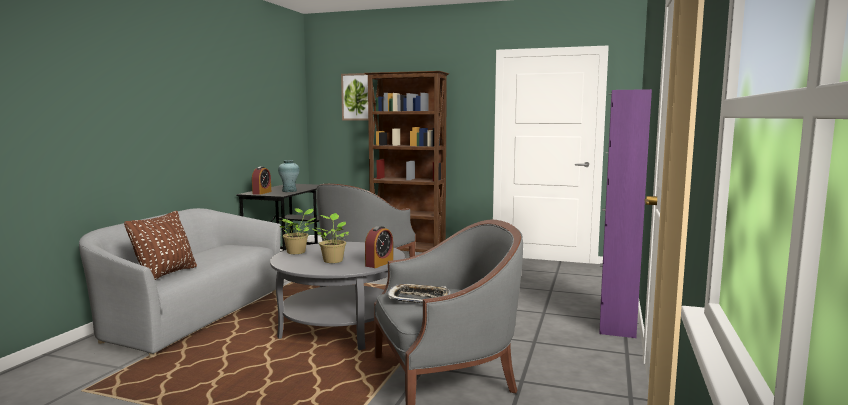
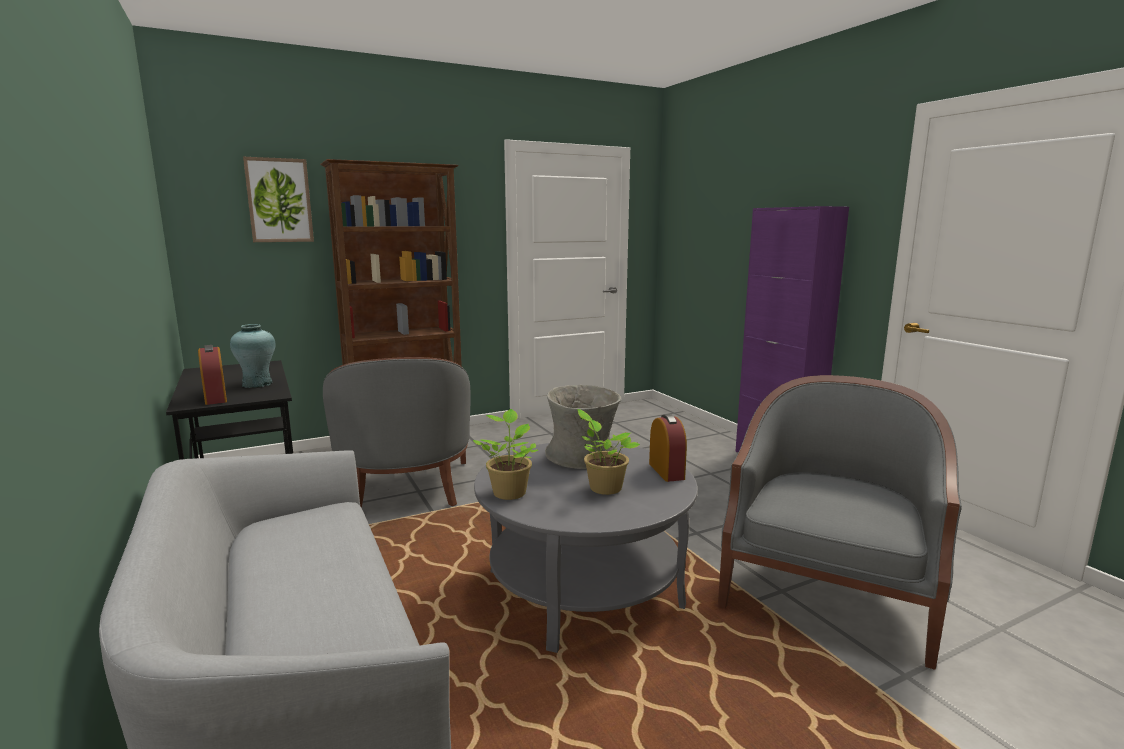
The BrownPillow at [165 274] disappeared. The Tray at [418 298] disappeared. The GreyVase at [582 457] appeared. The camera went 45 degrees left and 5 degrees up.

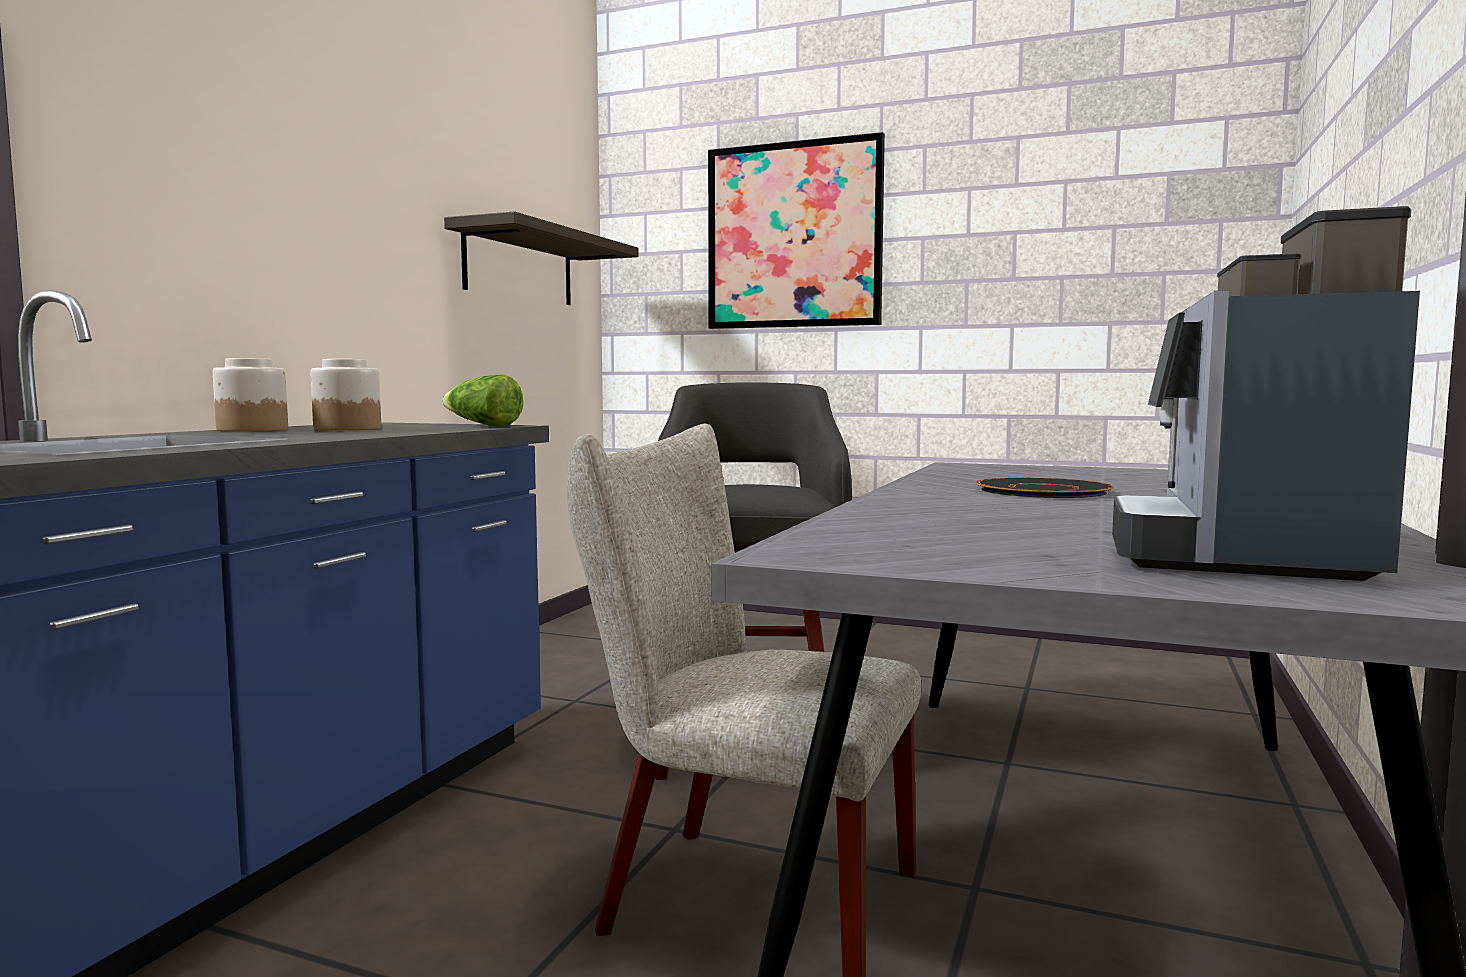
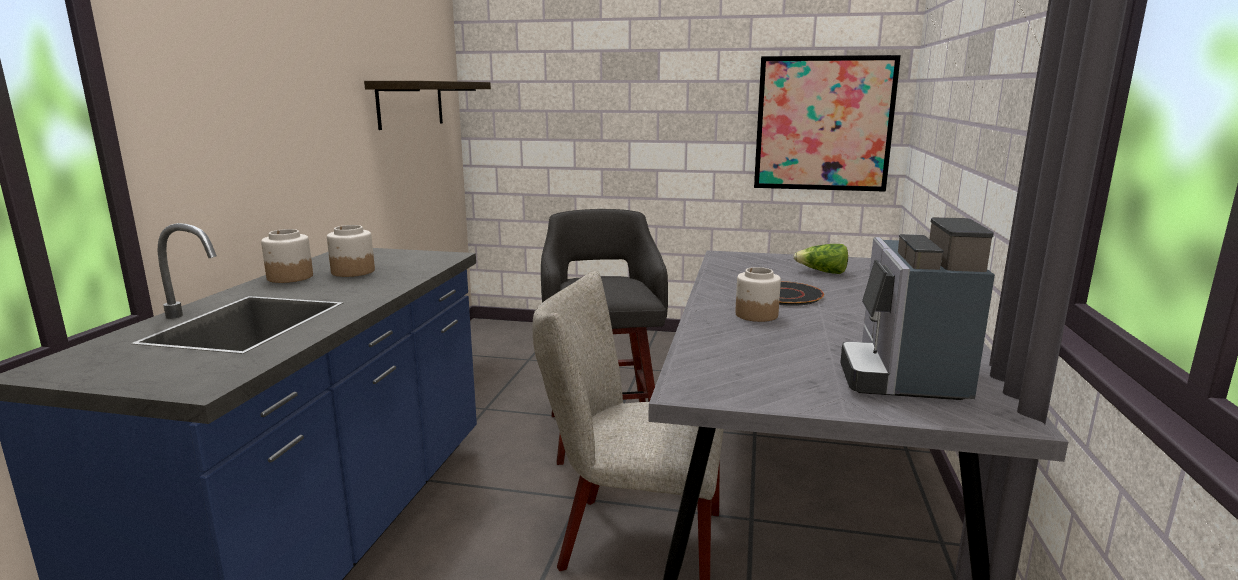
The Lettuce moved from [482 426] to [822 272]. The Picture moved from [794 236] to [823 124]. The Jar at [756 315] appeared. The camera went 10 degrees left and 10 degrees up.

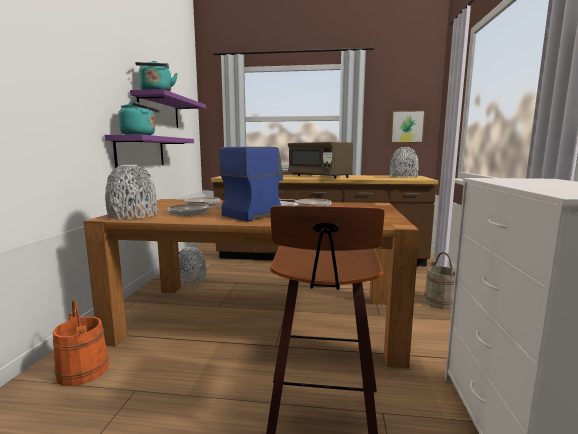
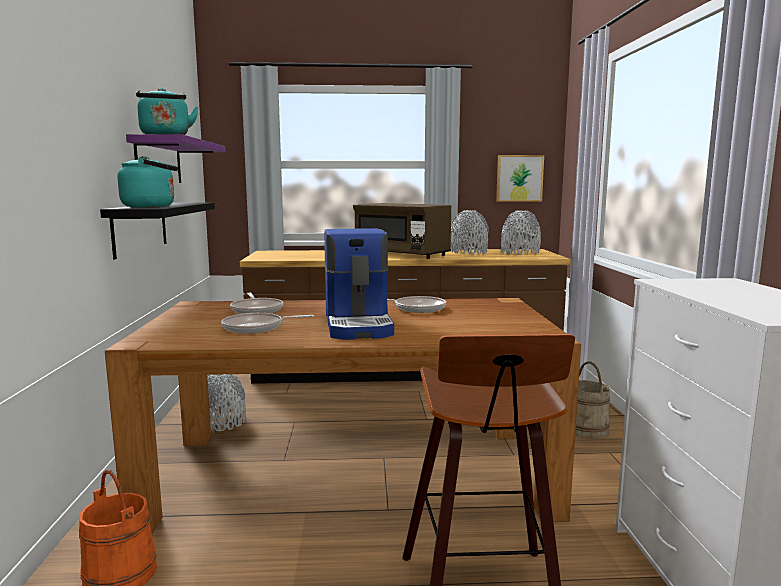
The PurpleShelf at [140 152] became the BlackShelf at [140 228]. The GreyVase moved from [133 215] to [468 252]. The CoffeeMachine at [262 213] turned 135 degrees clockwise. The camera went 10 degrees left and 0 degrees up.

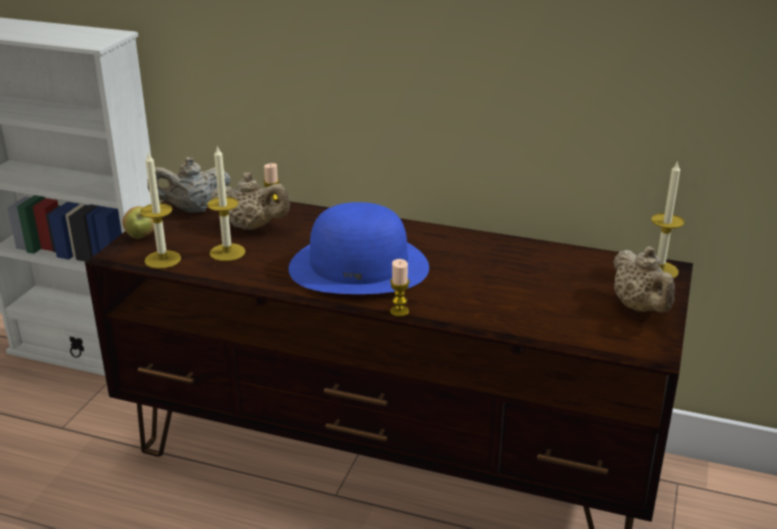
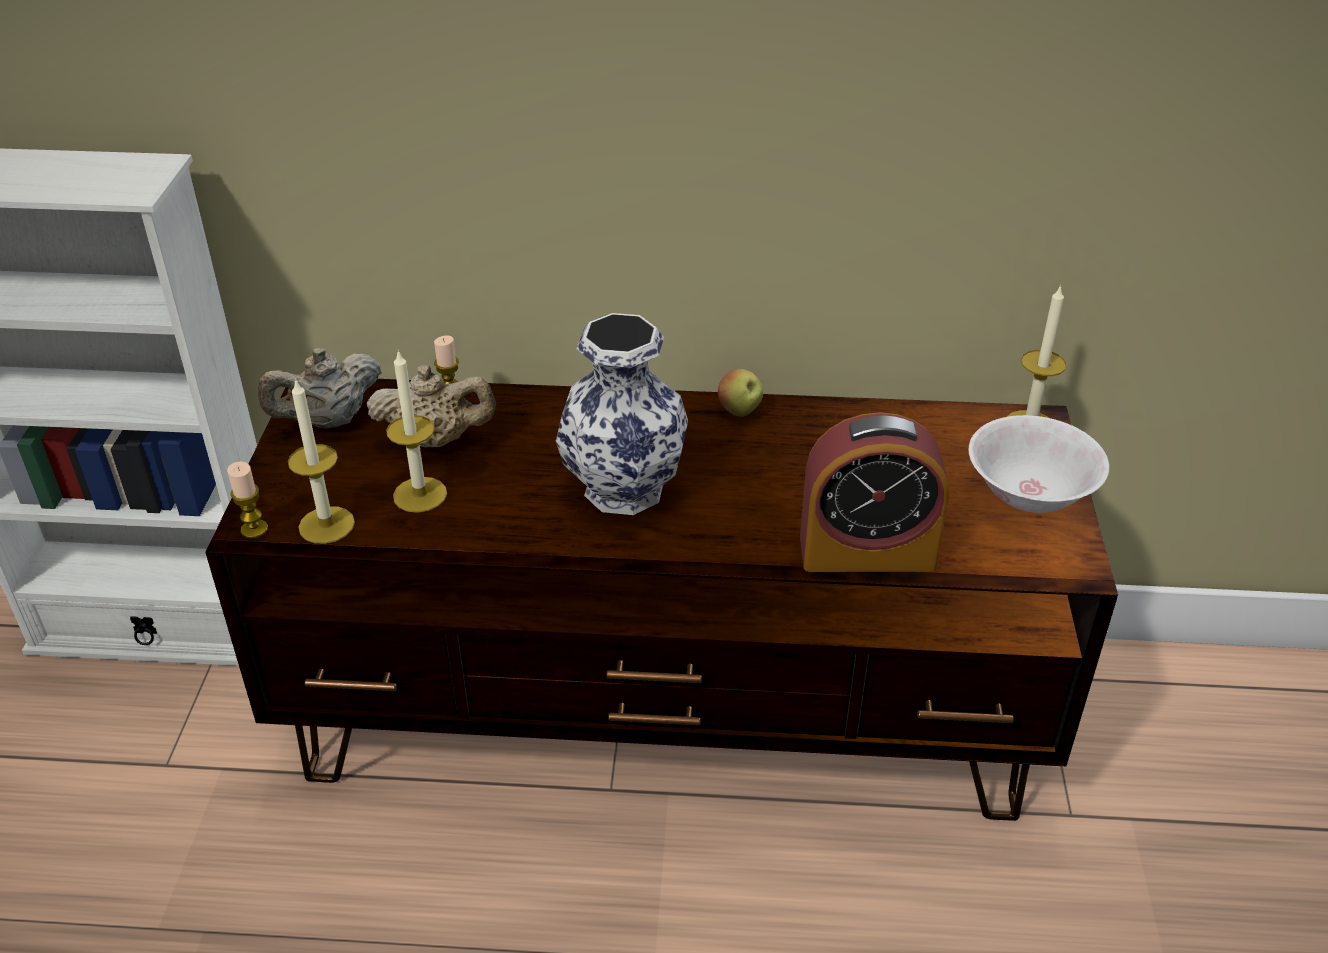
The Apple moved from [141 236] to [740 411]. The BlueHat at [359 266] was replaced by the Vase at [625 488]. The Candle moved from [399 311] to [254 529]. The BeigeTeapot at [640 308] was replaced by the WhiteBowl at [1030 495]. The AlarmClock at [867 552] appeared. The camera went 15 degrees left and 10 degrees up.

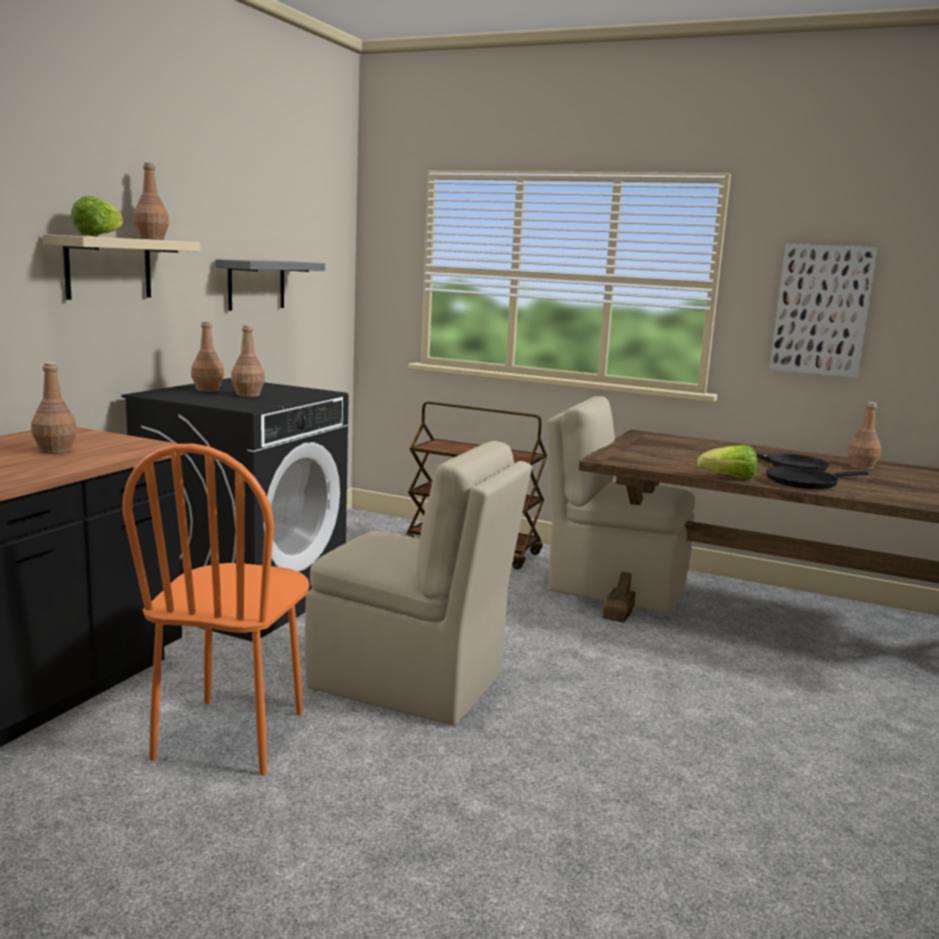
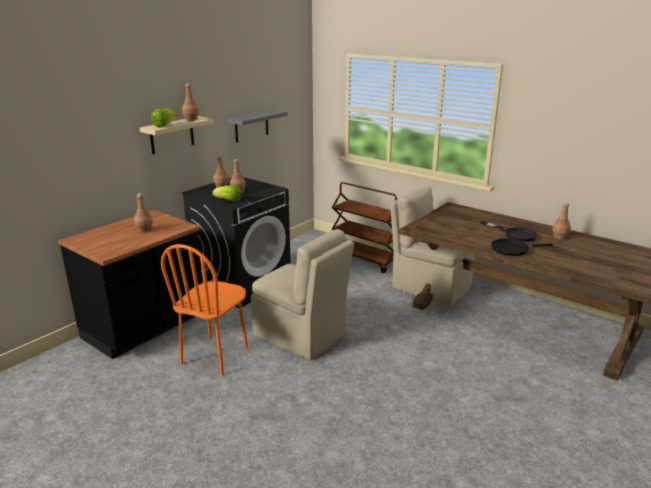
The Lettuce moved from [728 478] to [228 201]. The Picture at [821 310] disappeared. The camera went 15 degrees right and 10 degrees up.

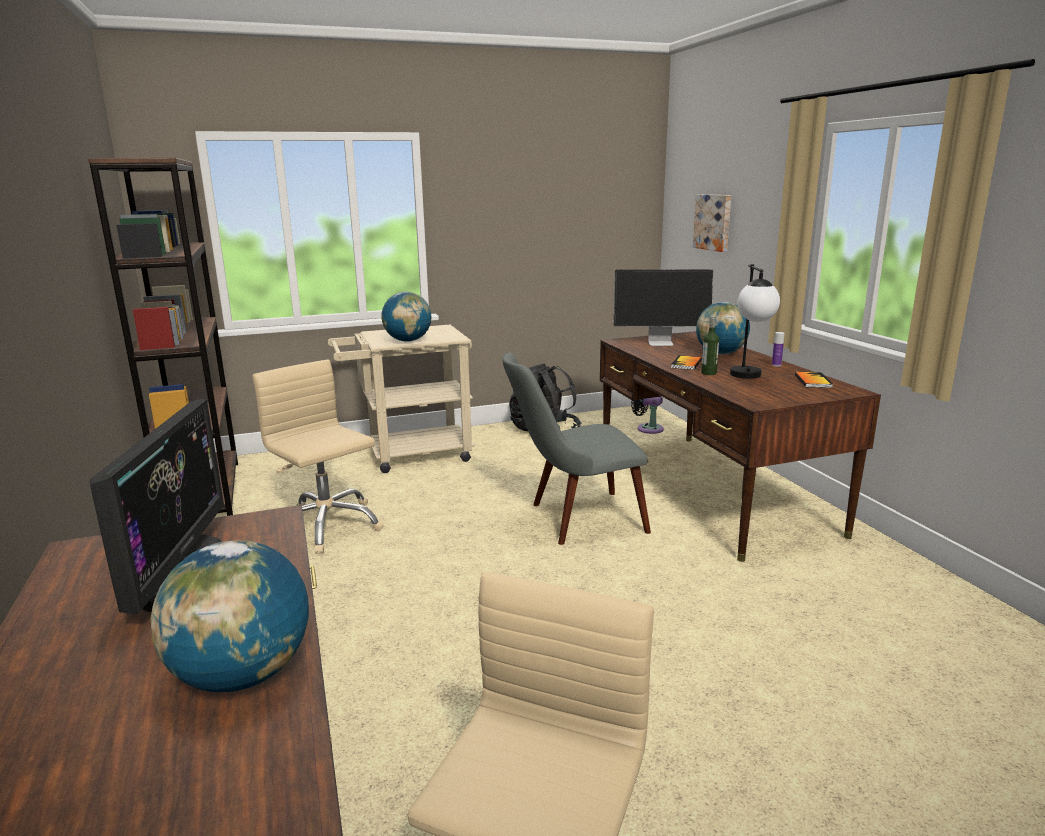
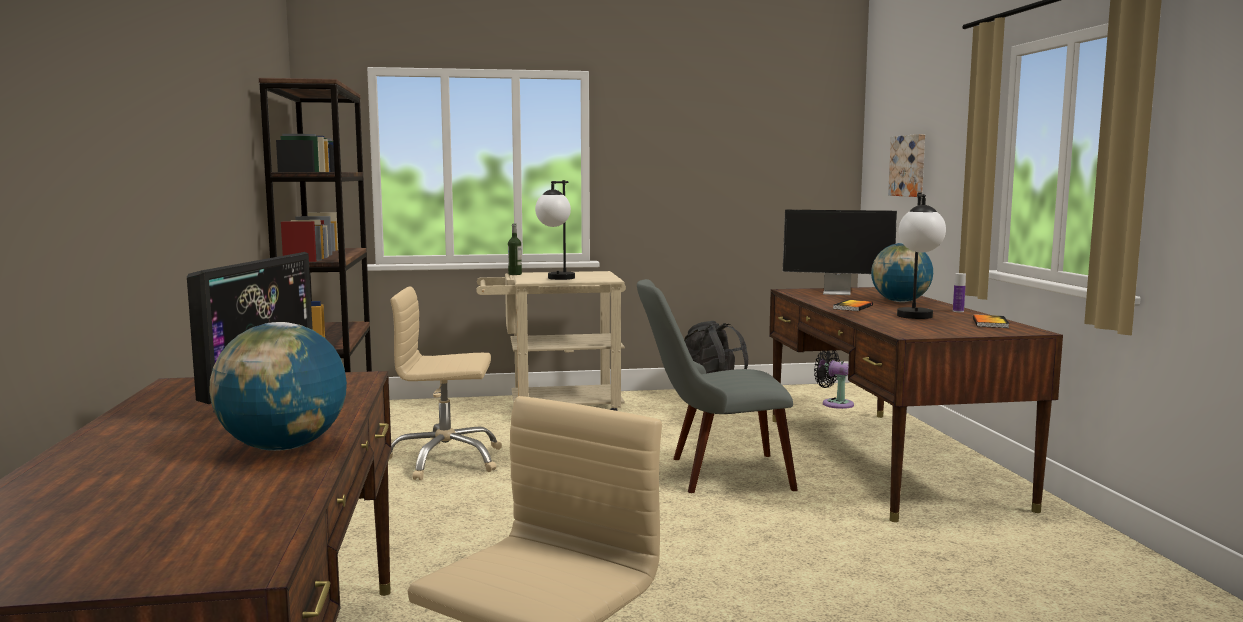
The BeigeOfficeChair at [326 526] turned 60 degrees counterclockwise. The Globe at [408 340] was replaced by the TableLamp at [557 279]. The Bottle moved from [708 373] to [515 274]. The camera went 10 degrees right and 10 degrees down.

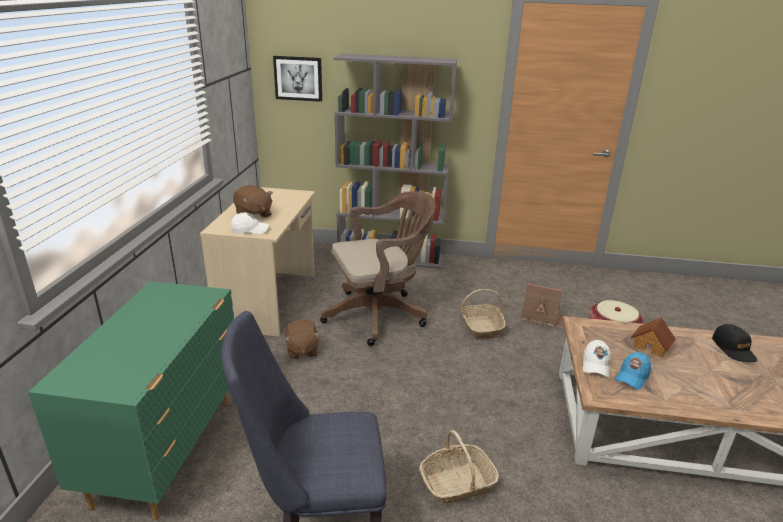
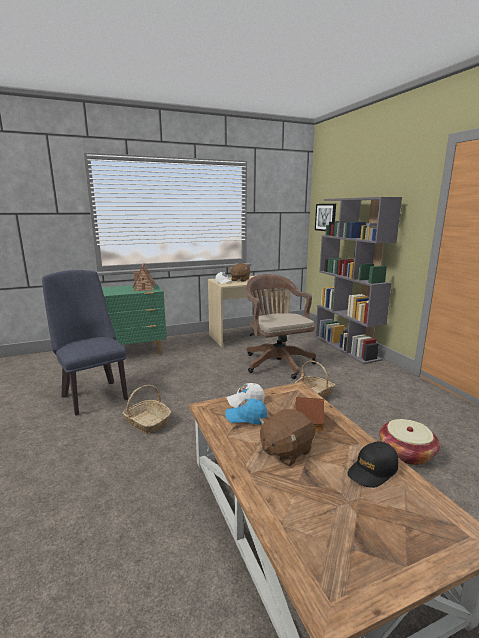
The BrownPlushToy moved from [302 350] to [285 451]. The BrownOfficeChair at [379 315] turned 150 degrees counterclockwise. The ToyHouse moved from [542 317] to [144 288]. The camera went 60 degrees right and 10 degrees down.

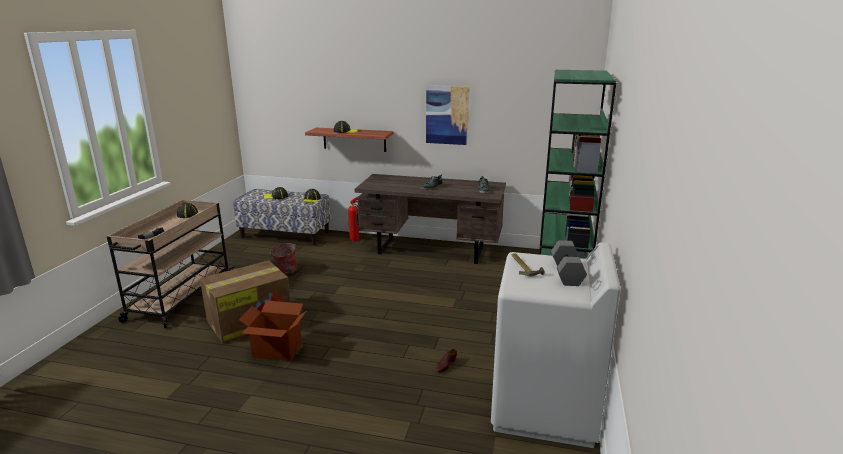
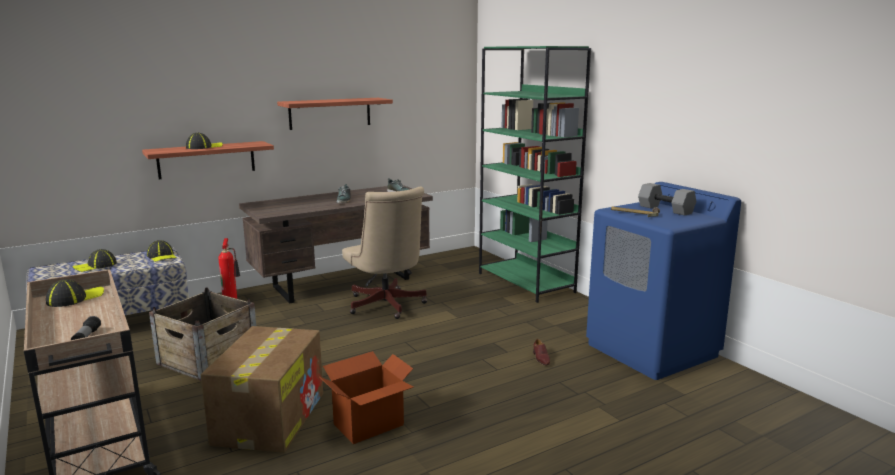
The Bucket at [285 272] was replaced by the Crate at [208 358]. The Picture at [447 115] was replaced by the Shelf at [330 113]. The WhiteWashingMachine at [544 407] became the BlueWashingMachine at [652 350]. The BeigeOfficeChair at [386 306] appeared. The camera went 45 degrees left and 5 degrees down.

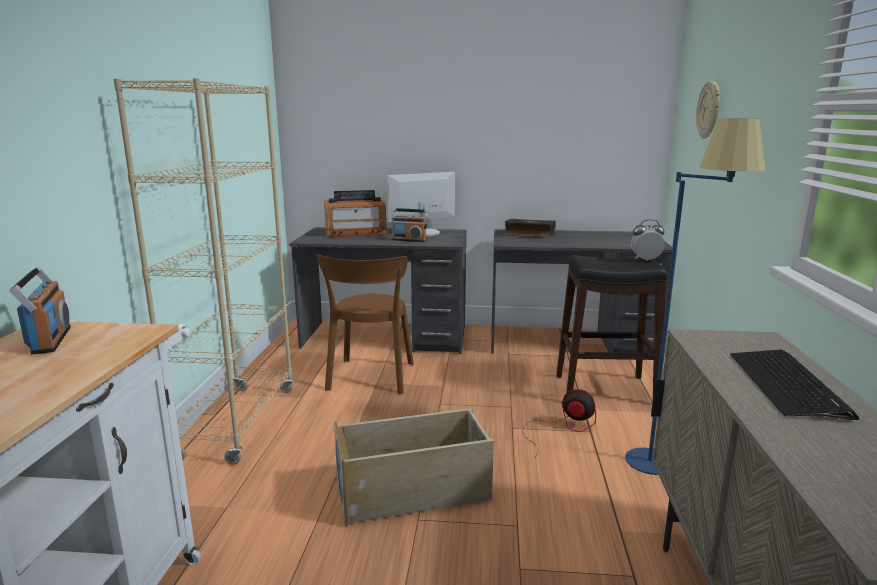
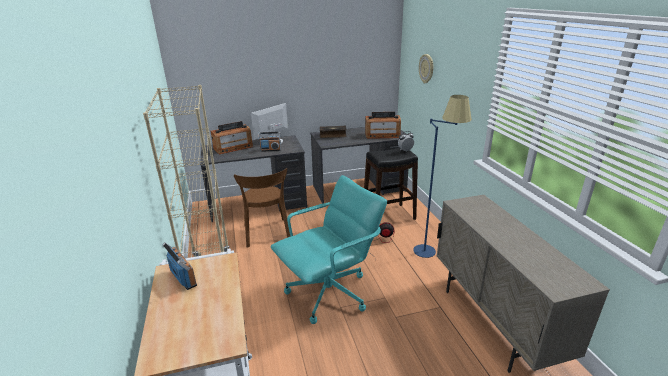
The BeigeStorageBox at [414 491] was replaced by the TurquoiseOfficeChair at [330 293]. The Keyboard at [787 384] disappeared. The Radio at [382 135] appeared. The camera went 20 degrees left and 10 degrees up.

